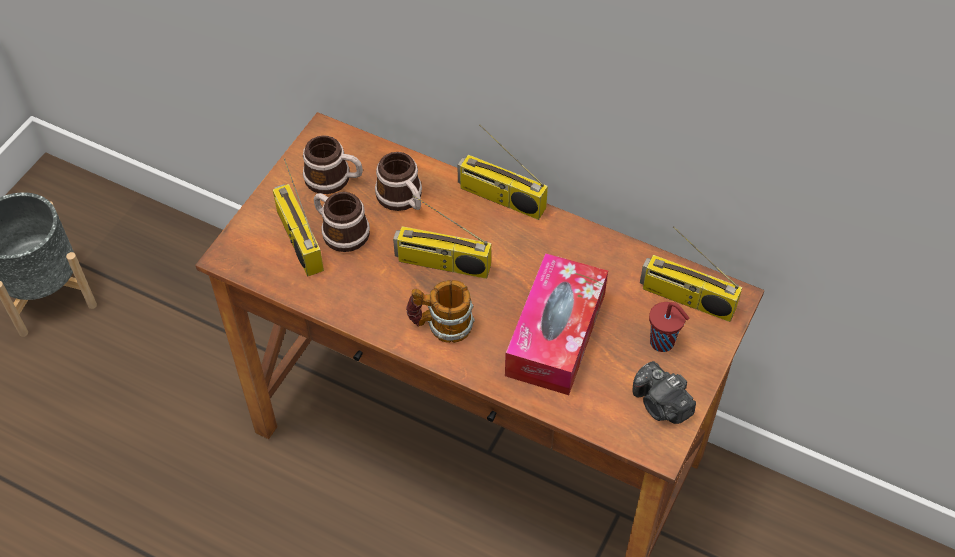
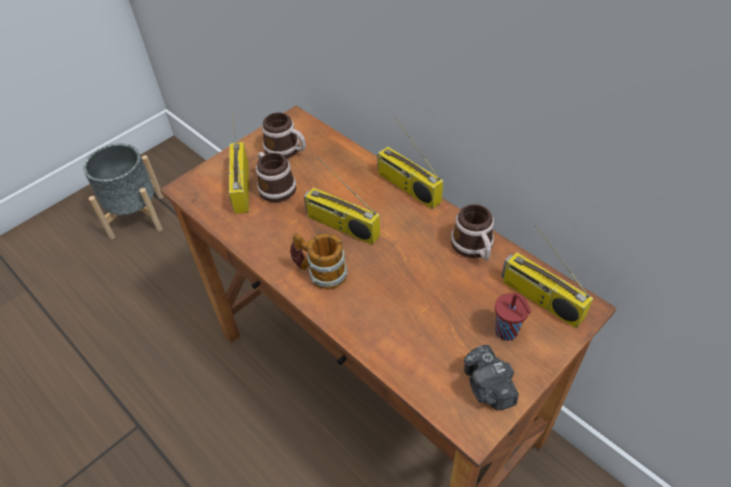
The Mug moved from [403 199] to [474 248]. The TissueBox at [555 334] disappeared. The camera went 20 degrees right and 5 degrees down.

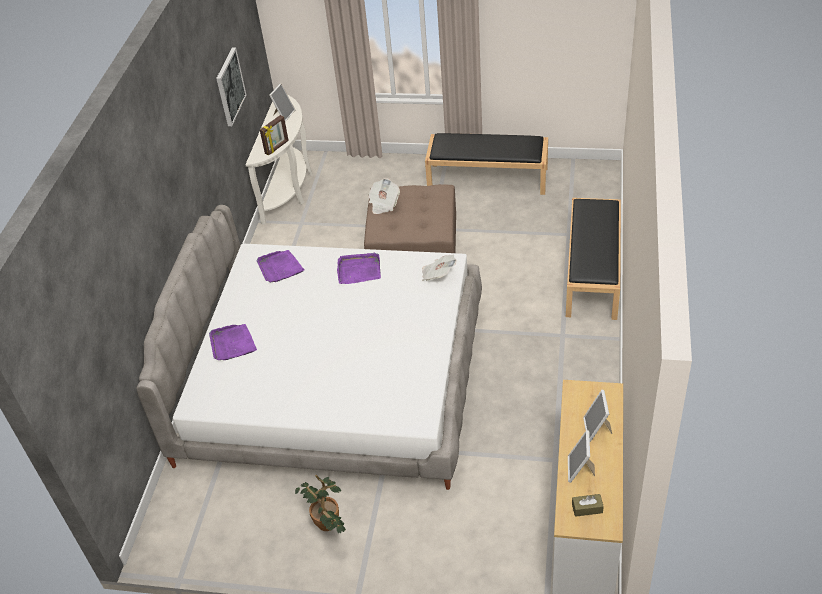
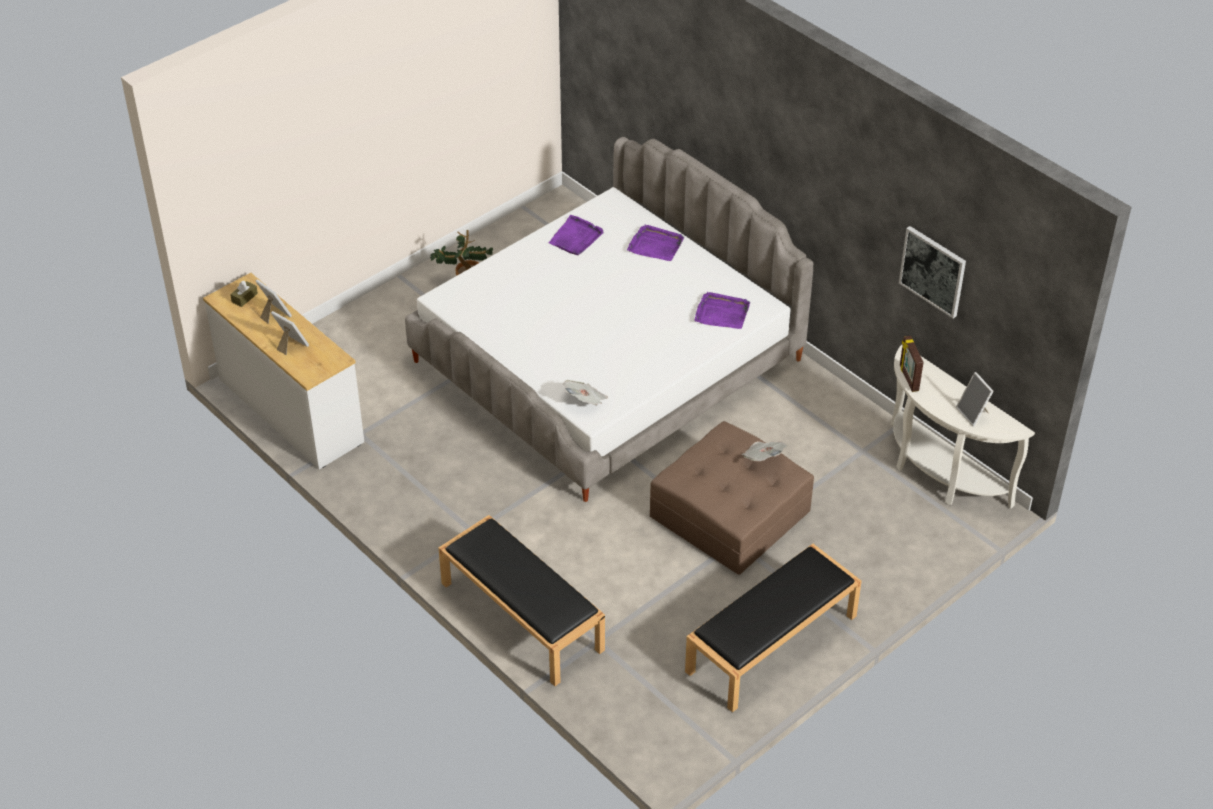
The PurpleTray moved from [358 270] to [576 238]. The camera went 125 degrees right and 0 degrees up.

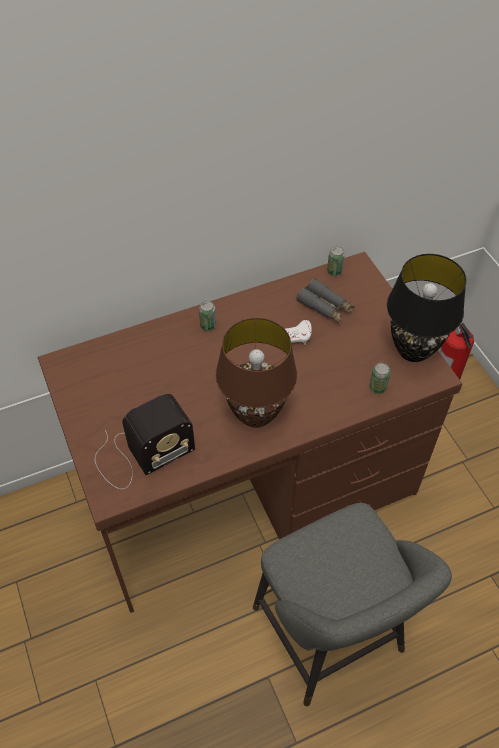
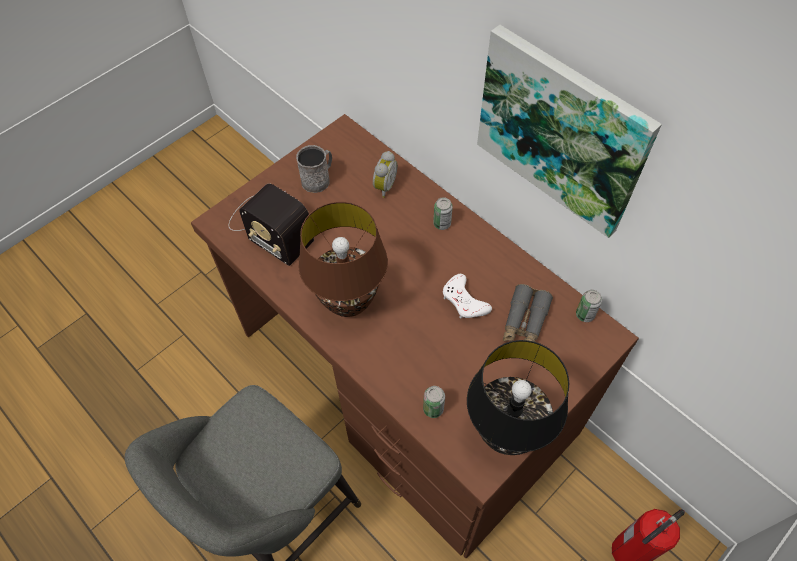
The GreyMug at [318 179] appeared. The AlarmClock at [383 186] appeared. The Picture at [561 131] appeared. The camera went 70 degrees right and 5 degrees up.

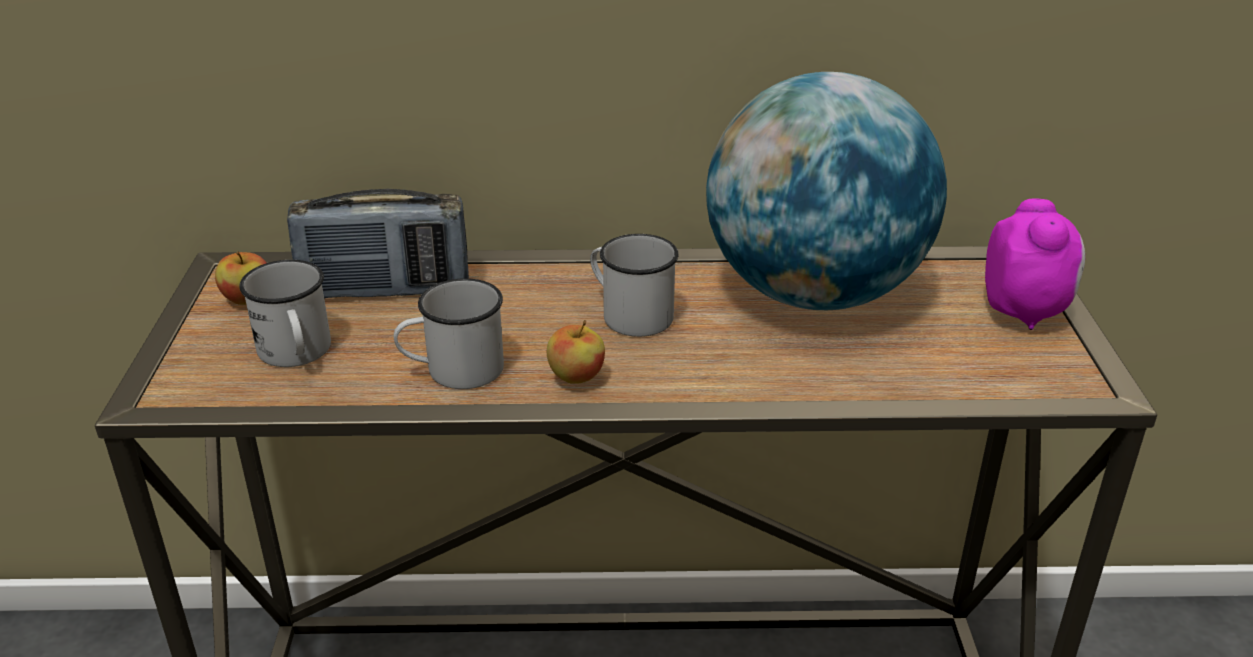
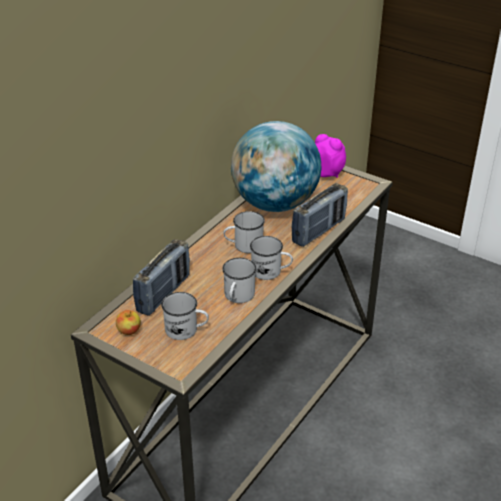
The Apple at [576 376] was replaced by the WhiteMug at [271 271]. The Radio at [318 231] appeared. The camera went 55 degrees left and 5 degrees up.

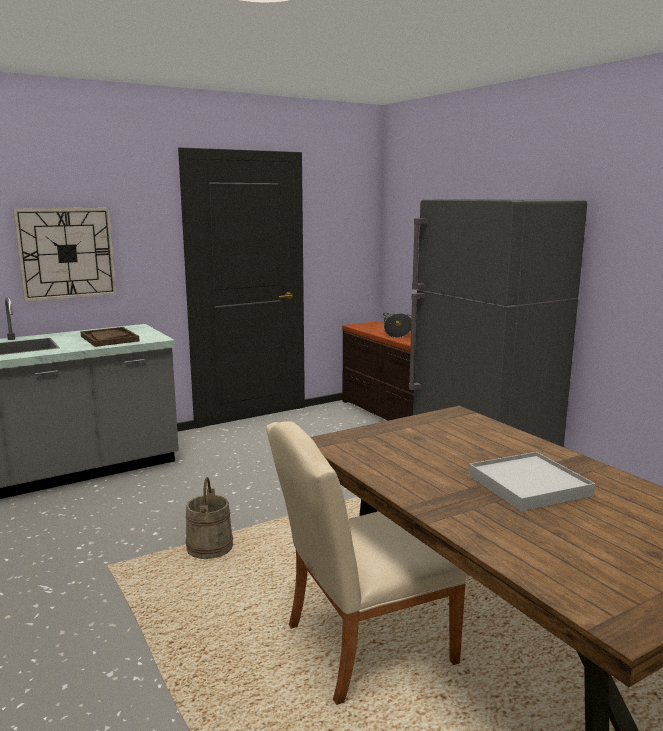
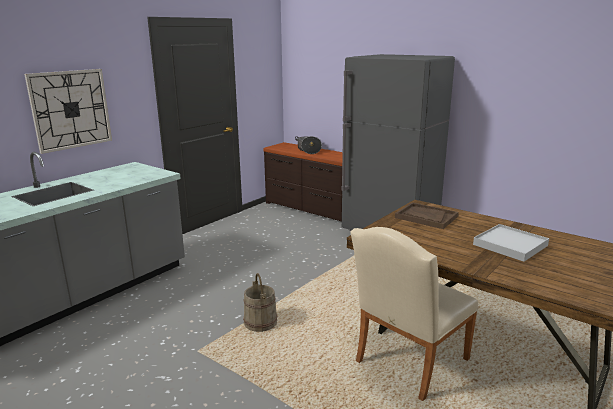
The BrownTray moved from [109 339] to [426 217]. The camera went 20 degrees left and 5 degrees up.

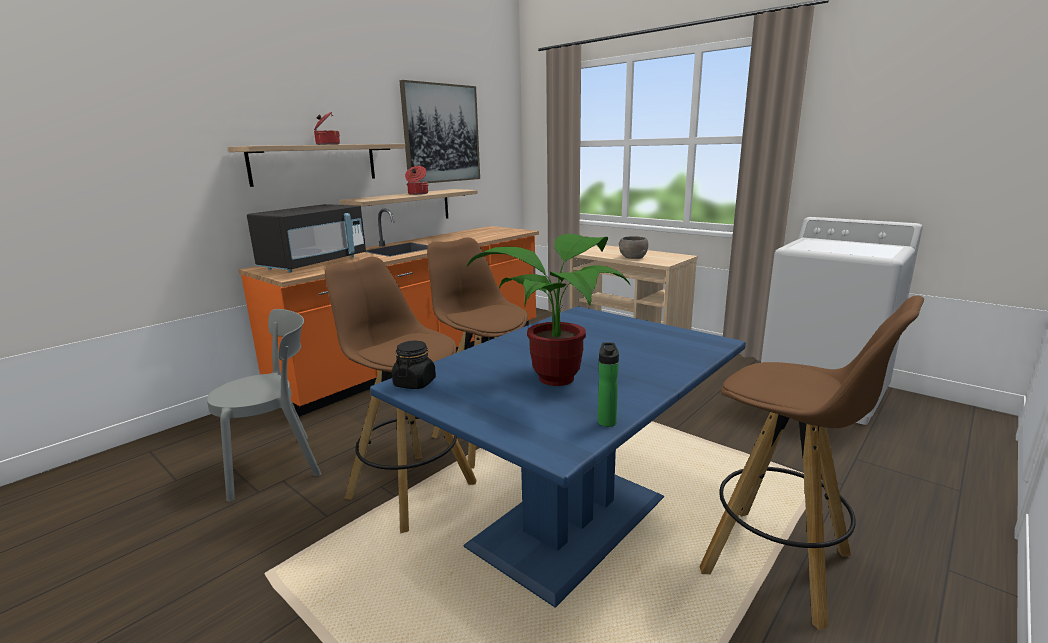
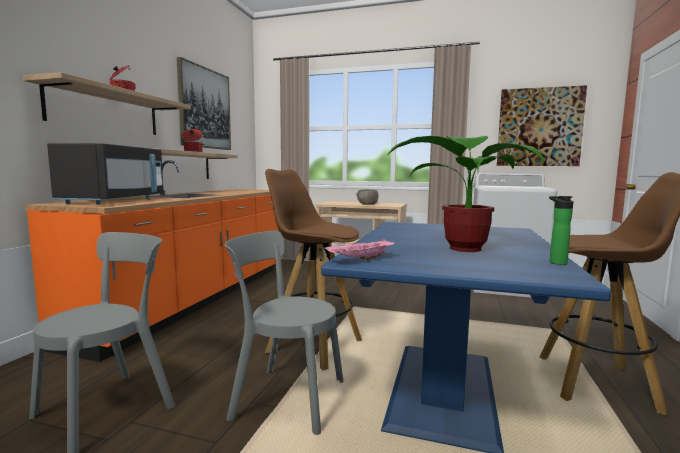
The BrownStool at [410 489] was replaced by the GreyChair at [284 397]. The BlackJar at [415 383] was replaced by the PinkTray at [361 260]. The Picture at [539 127] appeared. The camera went 25 degrees left and 10 degrees down.

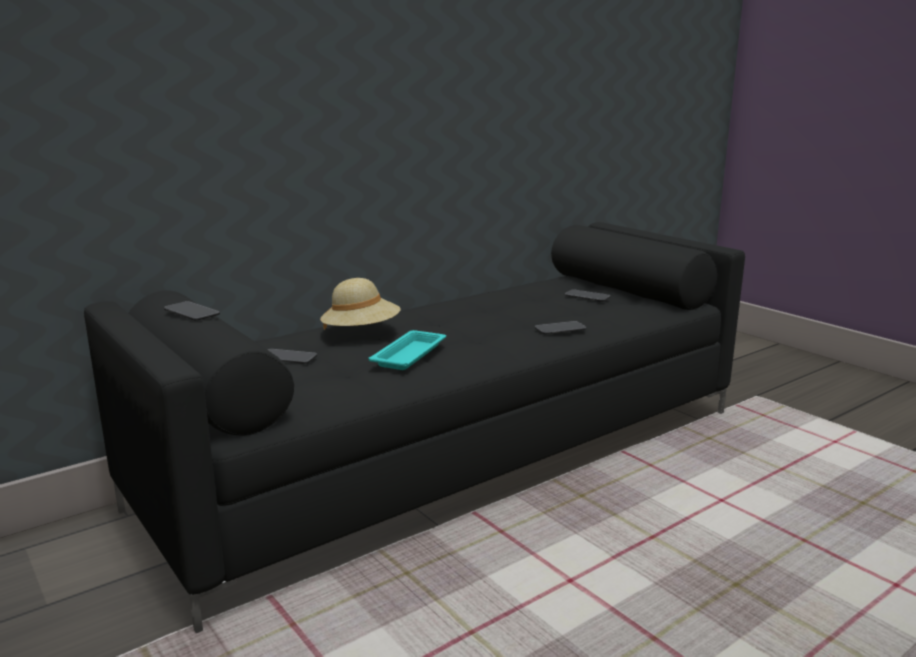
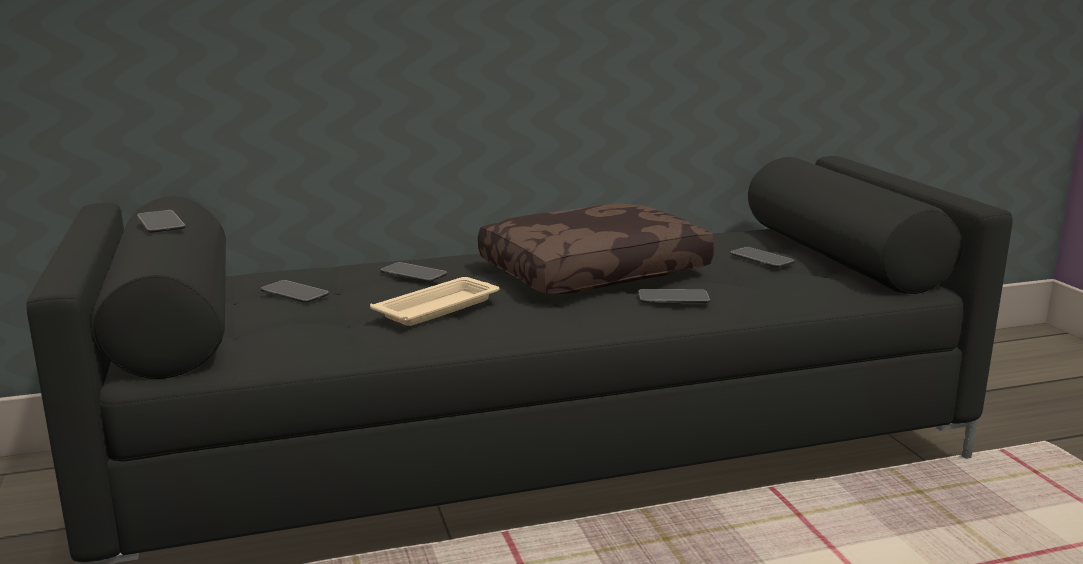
The BeigeHat at [361 333] was replaced by the Phone at [413 274]. The TurquoiseTray at [410 354] became the BeigeTray at [439 308]. The BrownPillow at [593 271] appeared. The camera went 20 degrees right and 0 degrees up.

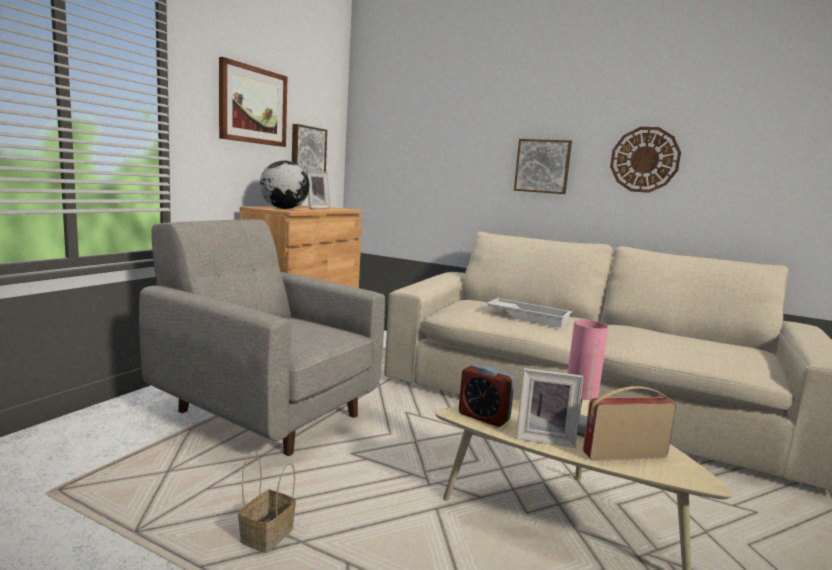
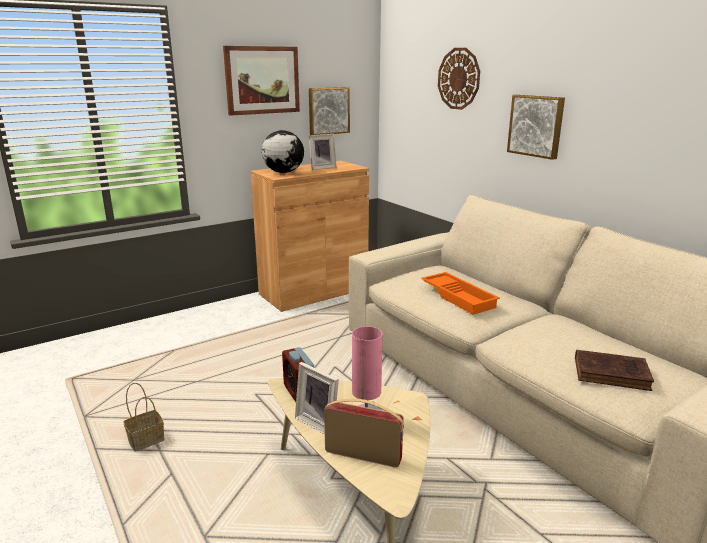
The GreyArmchair at [265 412] disappeared. The WhiteTray at [528 317] became the OrangeTray at [459 297]. The WallClock moved from [644 159] to [459 78]. The BrownBook at [613 374] appeared. The camera went 30 degrees right and 10 degrees up.

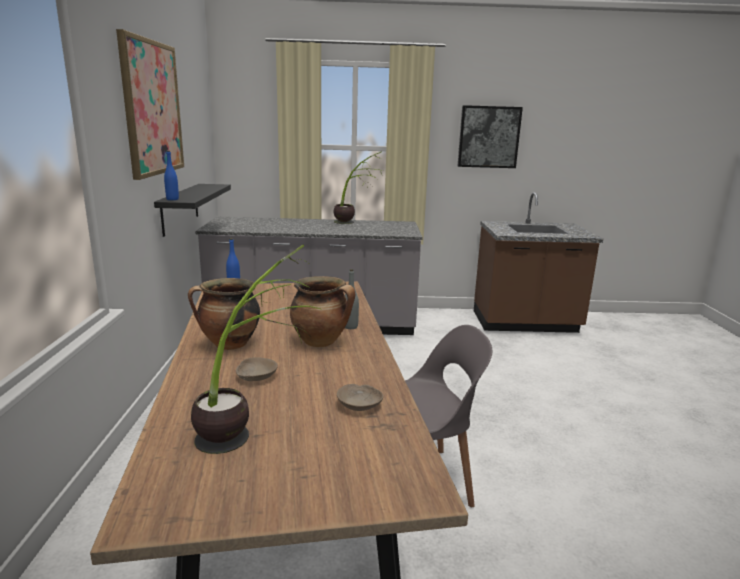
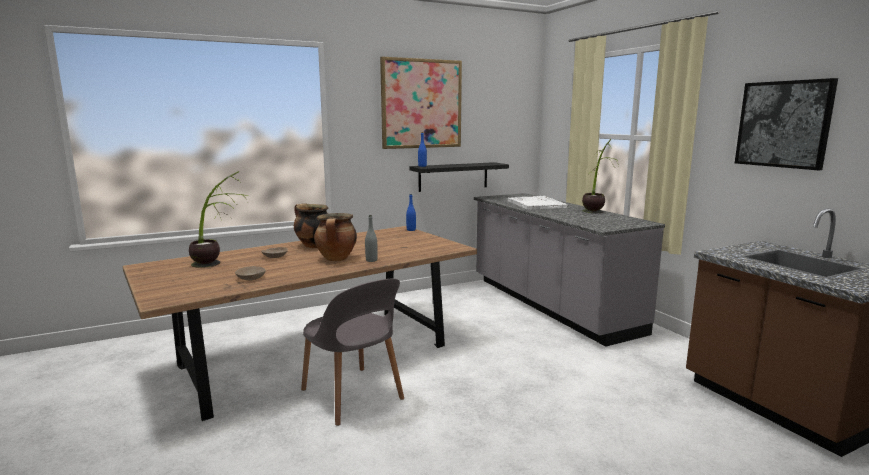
The WhiteTray at [536 204] appeared. The camera went 65 degrees right and 5 degrees down.

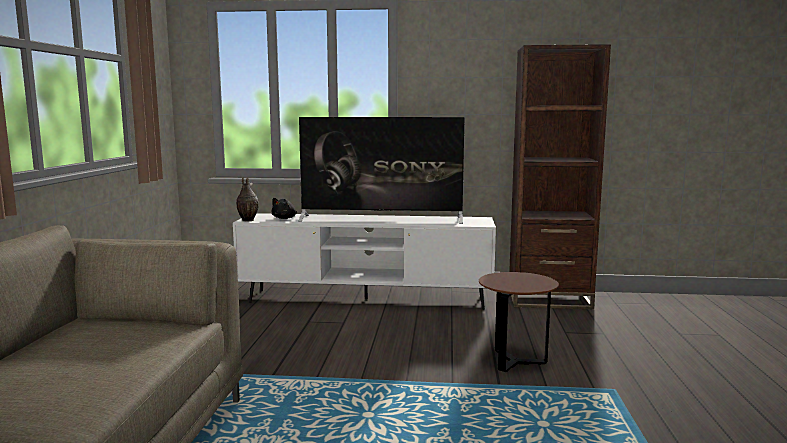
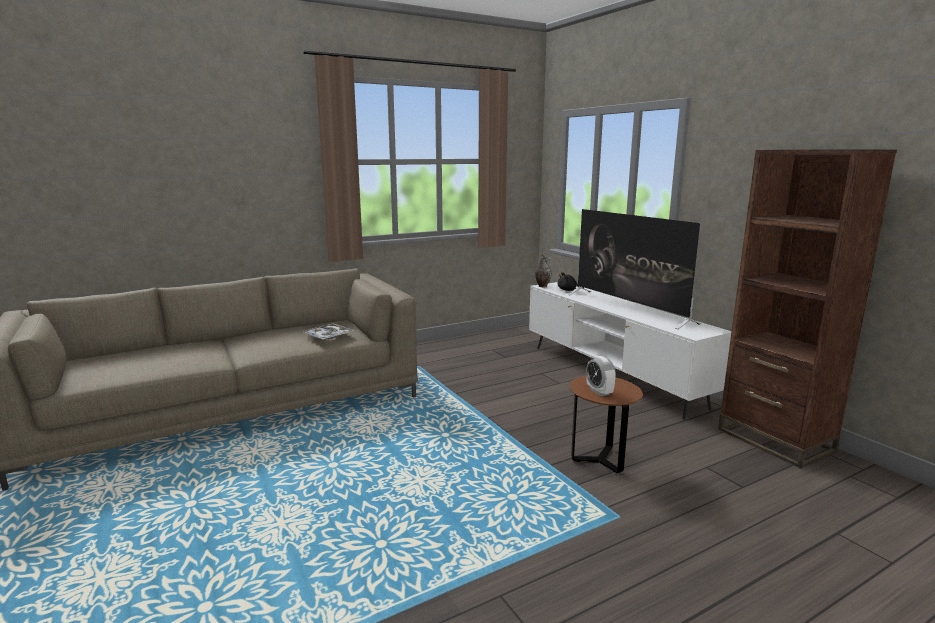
The Tray at [328 336] appeared. The AlarmClock at [599 392] appeared. The camera went 55 degrees right and 5 degrees up.

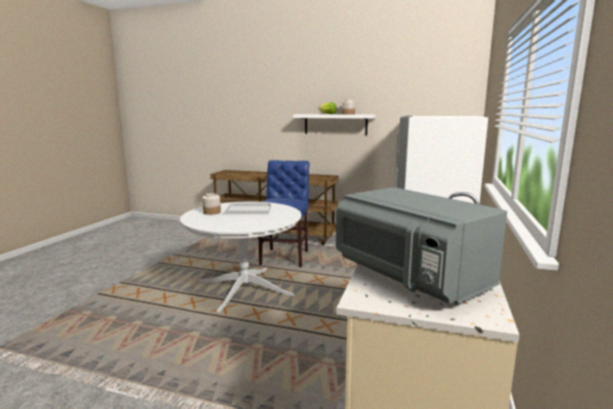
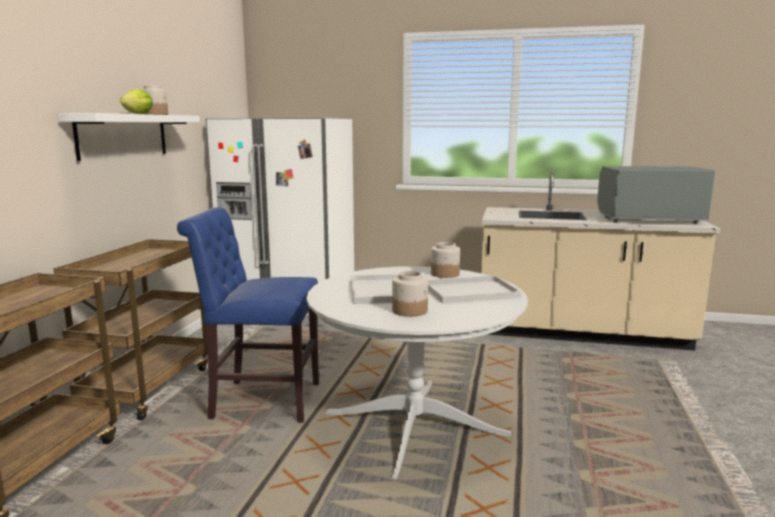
The GreyMicrowave at [410 278] turned 135 degrees counterclockwise. The WhiteTray at [469 292] appeared. The Jar at [444 274] appeared. The camera went 95 degrees left and 0 degrees up.

